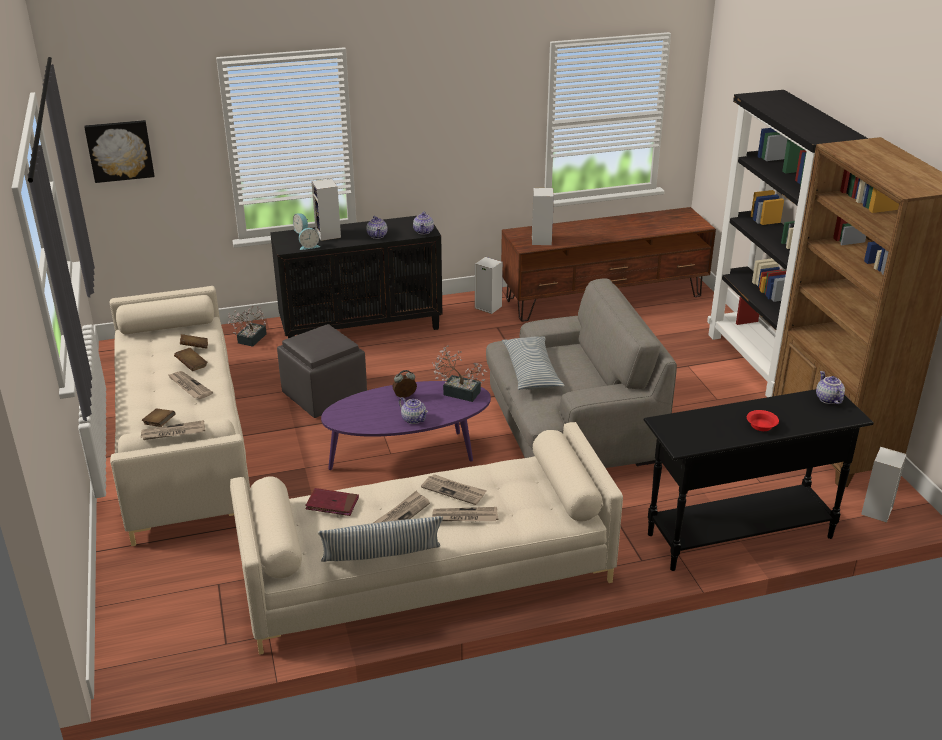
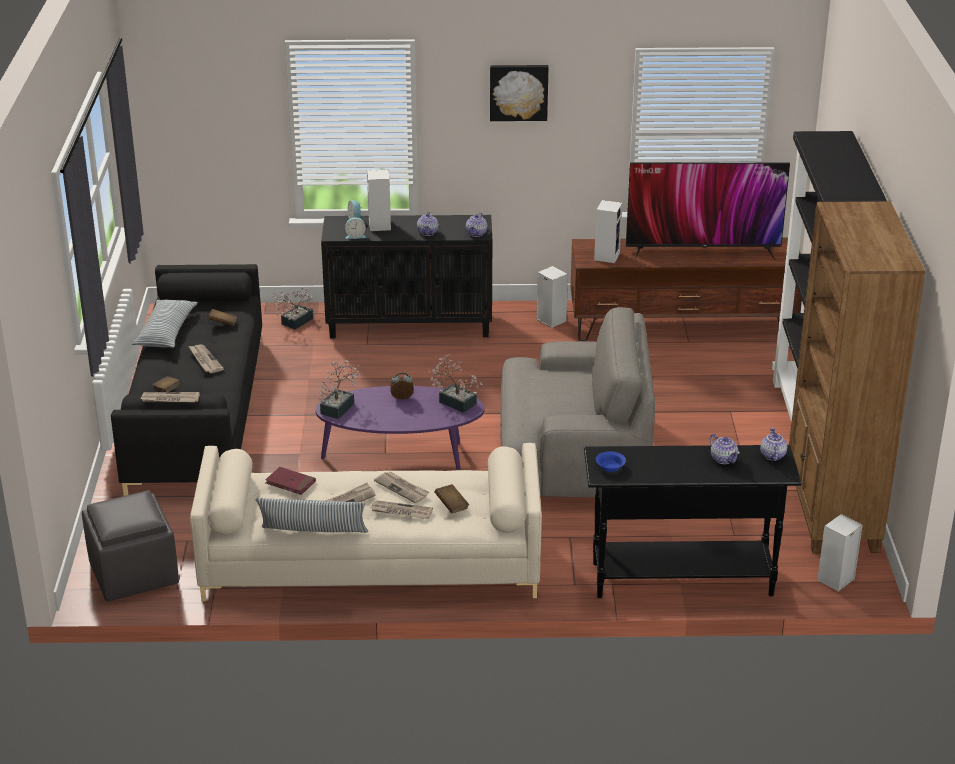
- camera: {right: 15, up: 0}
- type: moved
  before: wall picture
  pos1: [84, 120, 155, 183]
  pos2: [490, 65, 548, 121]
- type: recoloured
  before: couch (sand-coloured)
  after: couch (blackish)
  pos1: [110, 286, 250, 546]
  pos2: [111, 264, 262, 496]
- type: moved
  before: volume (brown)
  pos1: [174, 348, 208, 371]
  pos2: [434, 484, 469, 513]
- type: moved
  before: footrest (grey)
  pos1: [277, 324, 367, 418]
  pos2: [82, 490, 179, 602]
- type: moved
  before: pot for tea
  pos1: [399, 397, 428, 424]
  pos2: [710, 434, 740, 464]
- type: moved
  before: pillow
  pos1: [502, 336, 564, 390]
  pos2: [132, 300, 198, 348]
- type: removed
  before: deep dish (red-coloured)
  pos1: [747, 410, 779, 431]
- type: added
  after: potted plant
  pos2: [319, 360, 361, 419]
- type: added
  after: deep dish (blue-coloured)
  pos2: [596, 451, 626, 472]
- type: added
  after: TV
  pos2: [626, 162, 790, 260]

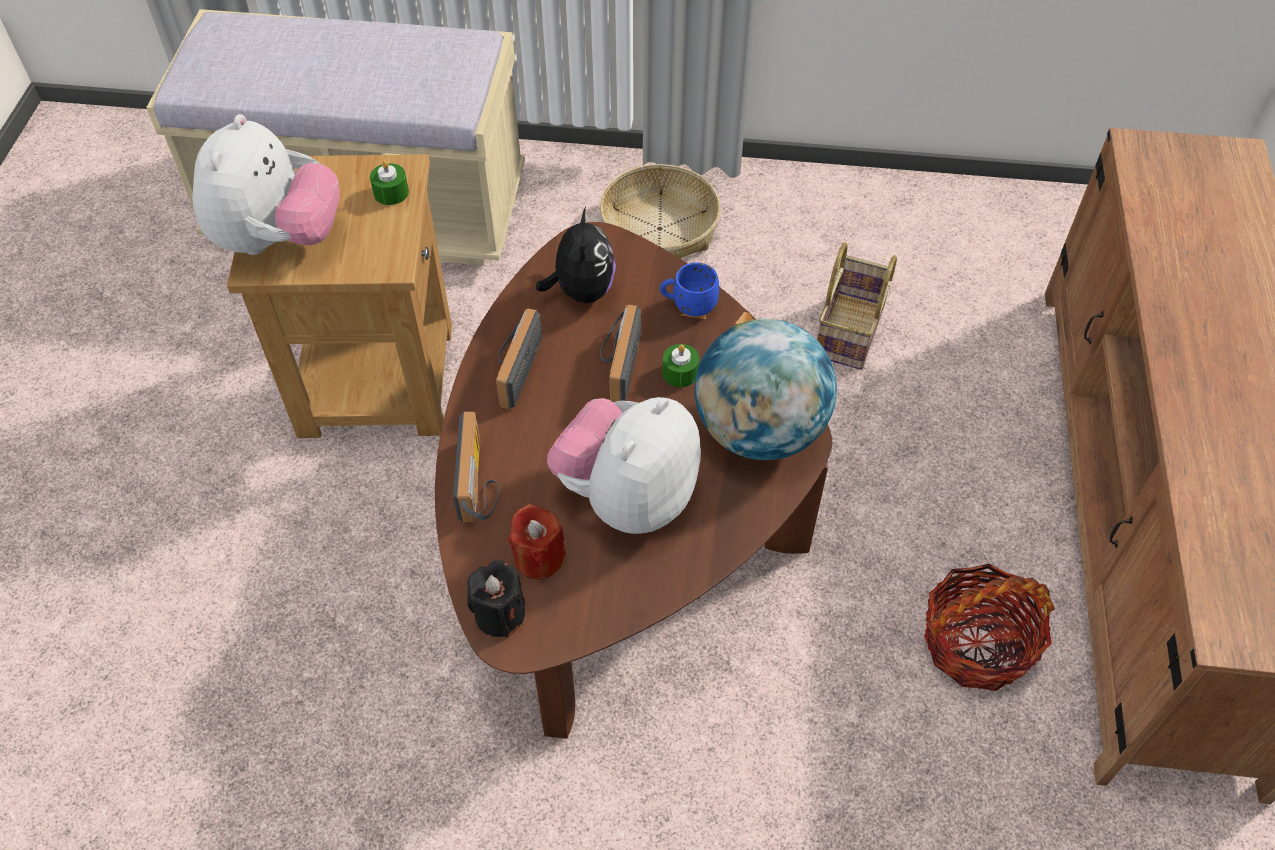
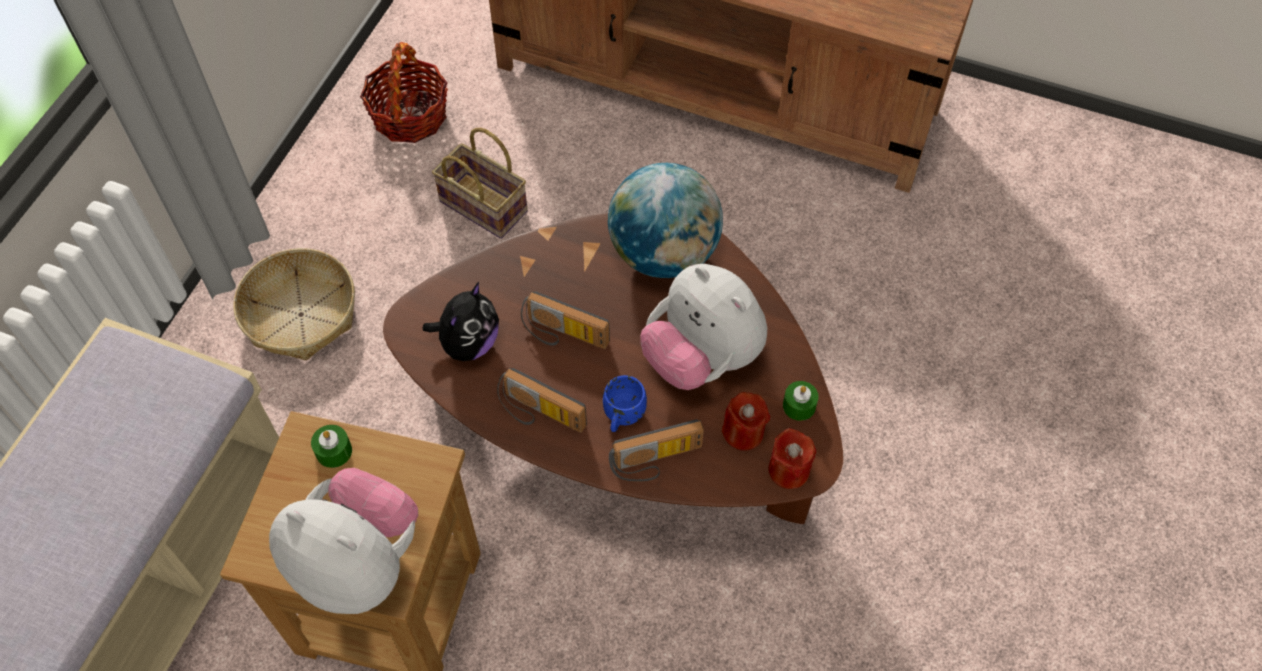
- camera: {right: -75, up: 5}
- type: turned
  before: radio receiver
  pos1: [453, 411, 499, 522]
  pos2: [609, 419, 704, 482]
  turn: 150
- type: recoloured
  before: wax light (blackish)
  after: wax light (red-coloured)
  pos1: [467, 560, 525, 638]
  pos2: [768, 428, 816, 489]
- type: turned
  before: plush toy
  pos1: [536, 207, 616, 303]
  pos2: [422, 282, 499, 361]
  turn: 105
- type: moved
  before: coffee mug (blue-coloured)
  pos1: [660, 262, 719, 316]
  pos2: [603, 375, 647, 432]
- type: moved
  before: wax light (green)
  pos1: [662, 344, 699, 387]
  pos2: [783, 381, 819, 421]
- type: moved
  before: storage basket
  pos1: [924, 564, 1054, 691]
  pos2: [360, 42, 448, 143]

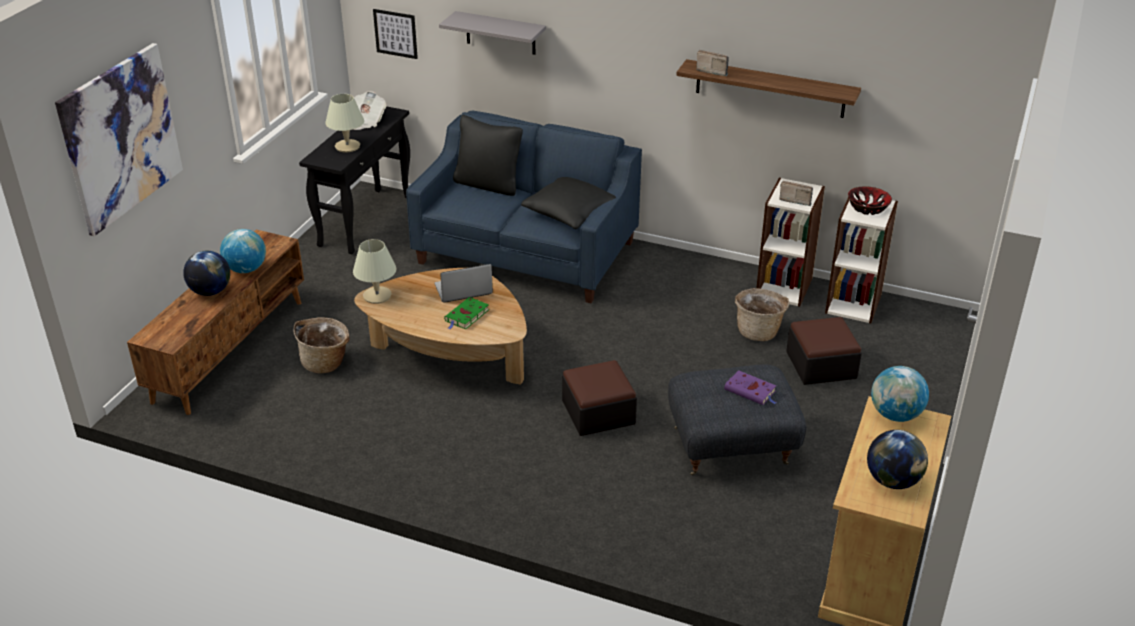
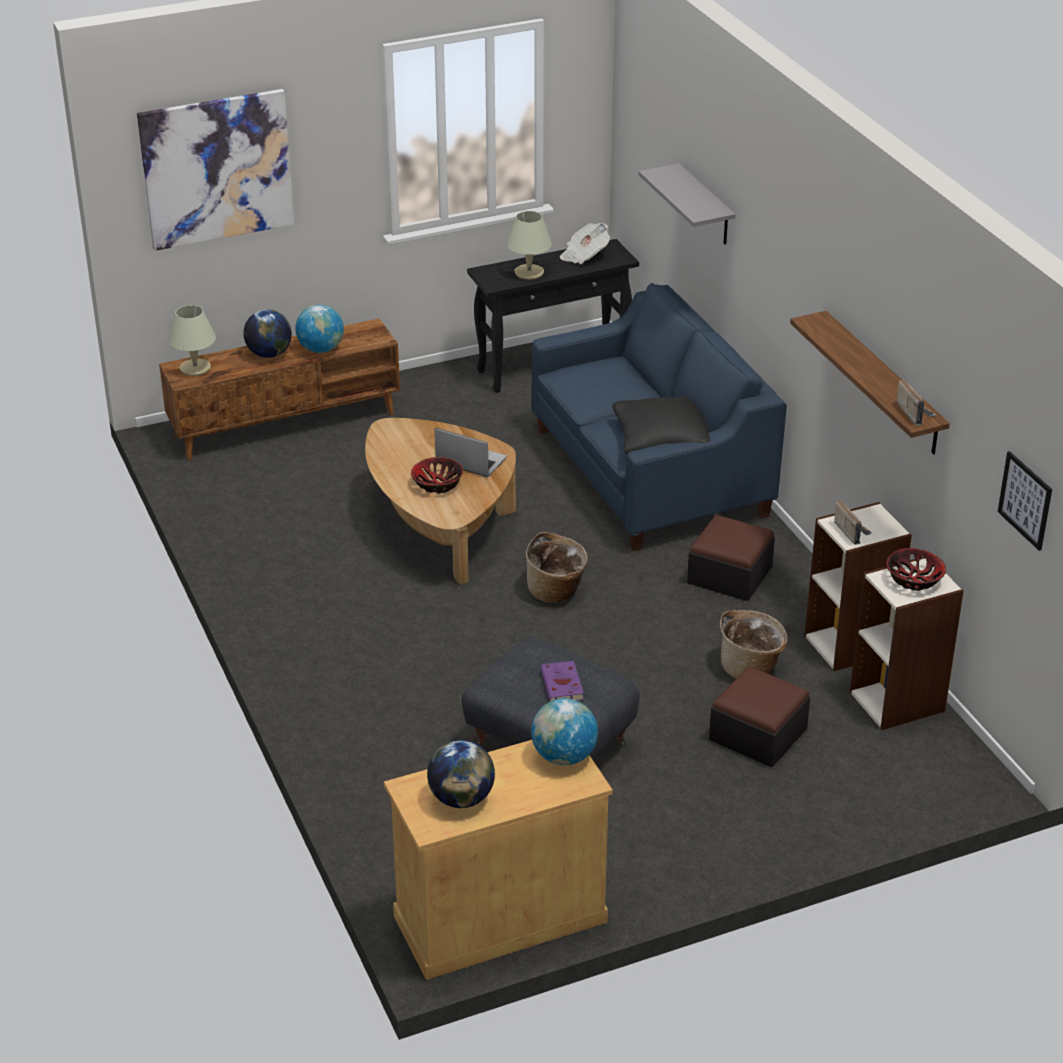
- camera: {right: 45, up: 0}
- type: moved
  before: storage basket
  pos1: [293, 317, 350, 374]
  pos2: [526, 532, 587, 603]
- type: moved
  before: tabletop lamp (sand-coloured)
  pos1: [353, 239, 396, 304]
  pos2: [169, 305, 216, 376]
- type: moved
  before: wall picture
  pos1: [373, 9, 418, 59]
  pos2: [998, 451, 1052, 551]
- type: replaced
  before: volume (green)
  after: deep dish
  pos1: [444, 297, 489, 329]
  pos2: [411, 457, 463, 494]
- type: removed
  before: pillow (blackish)
  pos1: [453, 115, 523, 196]
- type: moved
  before: footrest
  pos1: [562, 360, 637, 436]
  pos2: [687, 515, 775, 601]
- type: moved
  before: radio receiver
  pos1: [696, 50, 729, 76]
  pos2: [897, 379, 936, 426]

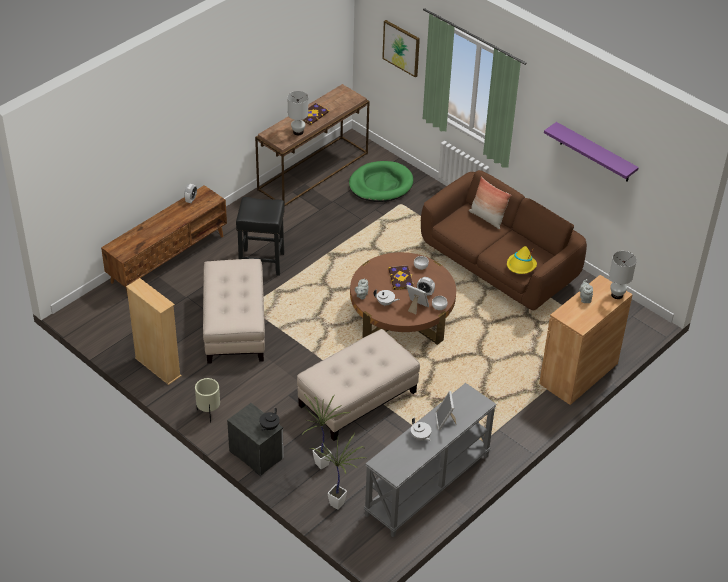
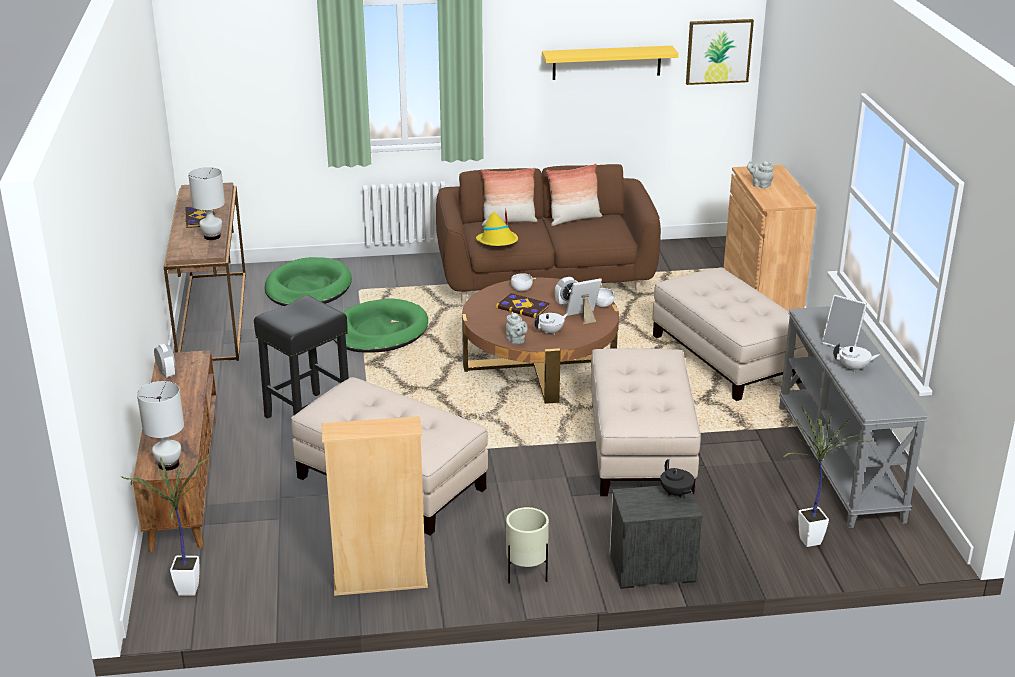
- camera: {right: -50, up: -15}
- type: moved
  before: potted plant
  pos1: [302, 394, 350, 469]
  pos2: [121, 455, 210, 596]
- type: moved
  before: wall picture
  pos1: [382, 20, 420, 78]
  pos2: [686, 19, 754, 85]
- type: moved
  before: clothing hat (yellowish)
  pos1: [507, 246, 537, 274]
  pos2: [476, 211, 518, 246]
- type: recoloured
  before: wall shelf (purple)
  after: wall shelf (yellowish)
  pos1: [544, 122, 639, 182]
  pos2: [542, 46, 679, 80]
- type: moved
  before: tabletop lamp (white-coloured)
  pos1: [609, 251, 637, 299]
  pos2: [137, 381, 184, 471]
- type: added
  after: dog cushion (green)
  pos2: [334, 299, 428, 353]
- type: added
  after: pillow
  pos2: [546, 163, 602, 226]
- type: added
  after: footrest (sand-coloured)
  pos2: [652, 267, 808, 401]

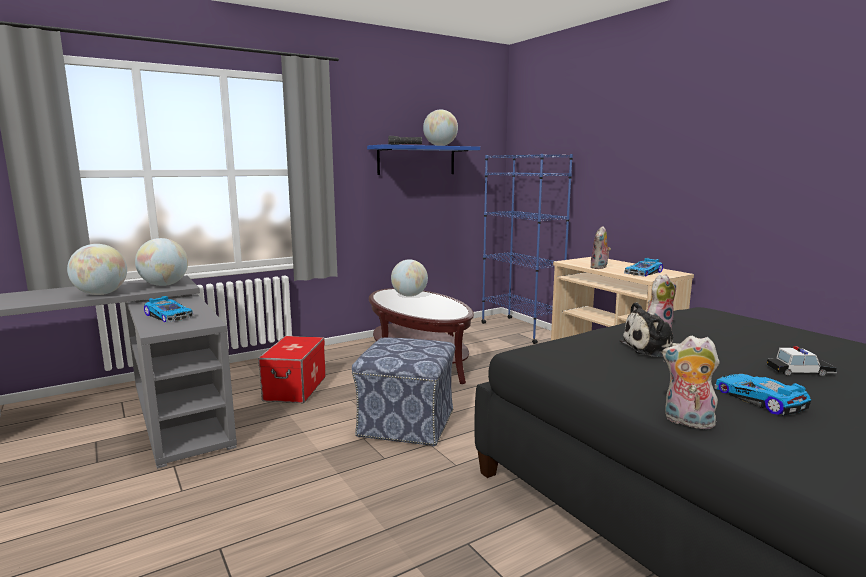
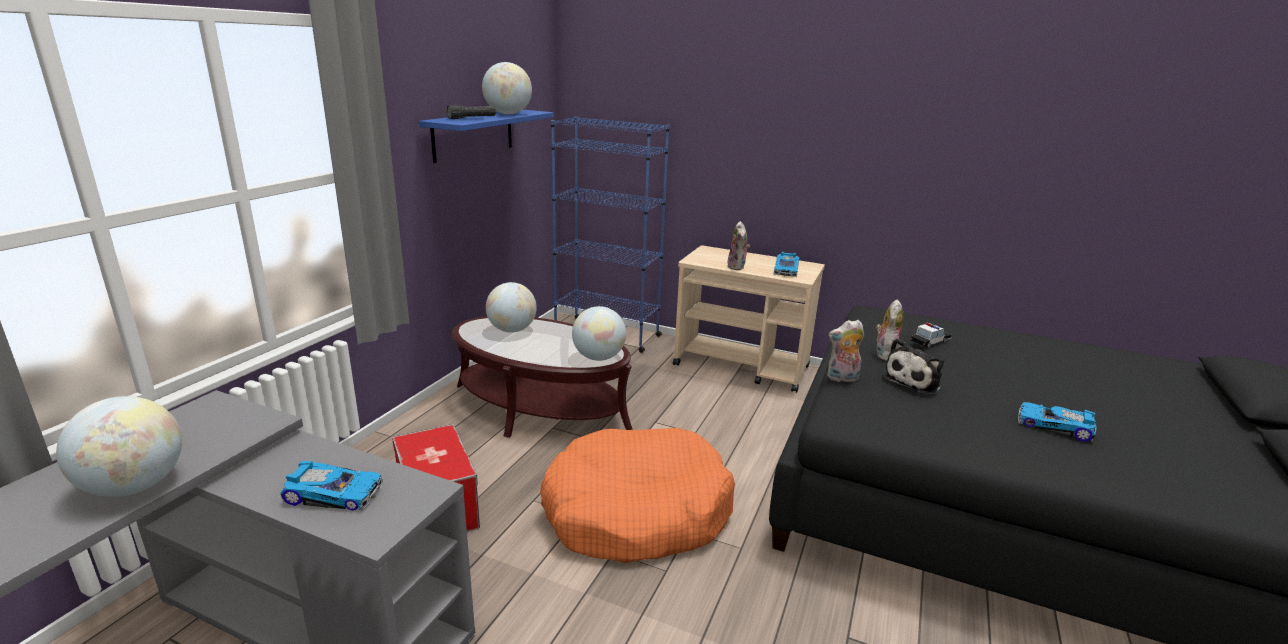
- camera: {right: -35, up: 10}
- type: moved
  before: world globe
  pos1: [135, 238, 188, 286]
  pos2: [572, 306, 626, 361]
- type: replaced
  before: footrest
  after: dog cushion (orange)
  pos1: [352, 338, 455, 446]
  pos2: [540, 428, 735, 563]
- type: moved
  before: plush toy
  pos1: [662, 336, 720, 429]
  pos2: [827, 320, 864, 384]
- type: moved
  before: miniature car
  pos1: [766, 346, 837, 376]
  pos2: [910, 323, 952, 348]

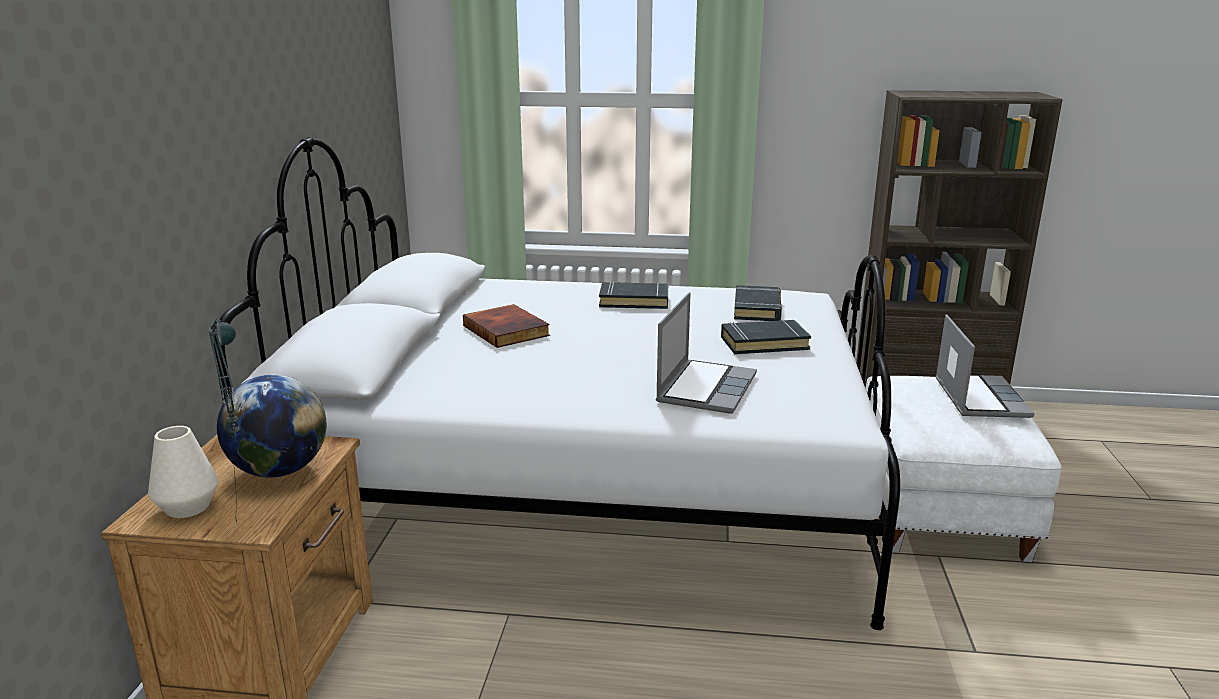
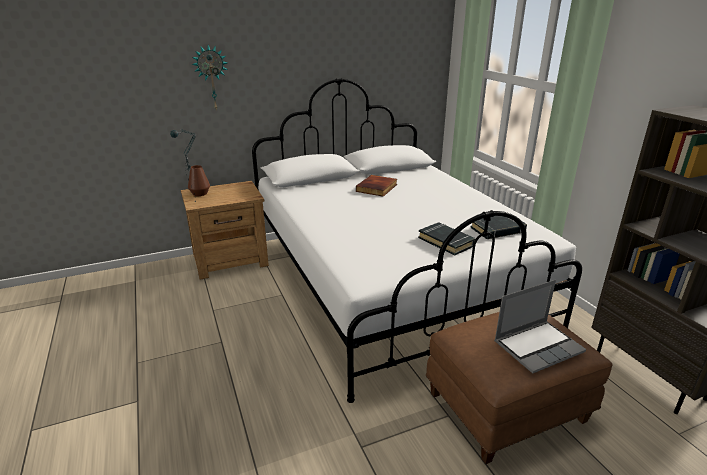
- camera: {right: 60, up: 5}
- type: recoloured
  before: decorative vase (white-coloured)
  after: decorative vase (brown)
  pos1: [148, 426, 218, 518]
  pos2: [188, 165, 210, 196]
- type: removed
  before: world globe
  pos1: [217, 374, 326, 478]
- type: removed
  before: volume (blackish)
  pos1: [599, 281, 669, 309]
- type: removed
  before: notebook computer
  pos1: [656, 292, 757, 414]
- type: recoloured
  before: footrest (white-coloured)
  after: footrest (brown)
  pos1: [865, 376, 1062, 562]
  pos2: [426, 312, 613, 464]
- type: added
  after: wall clock
  pos2: [192, 45, 228, 111]

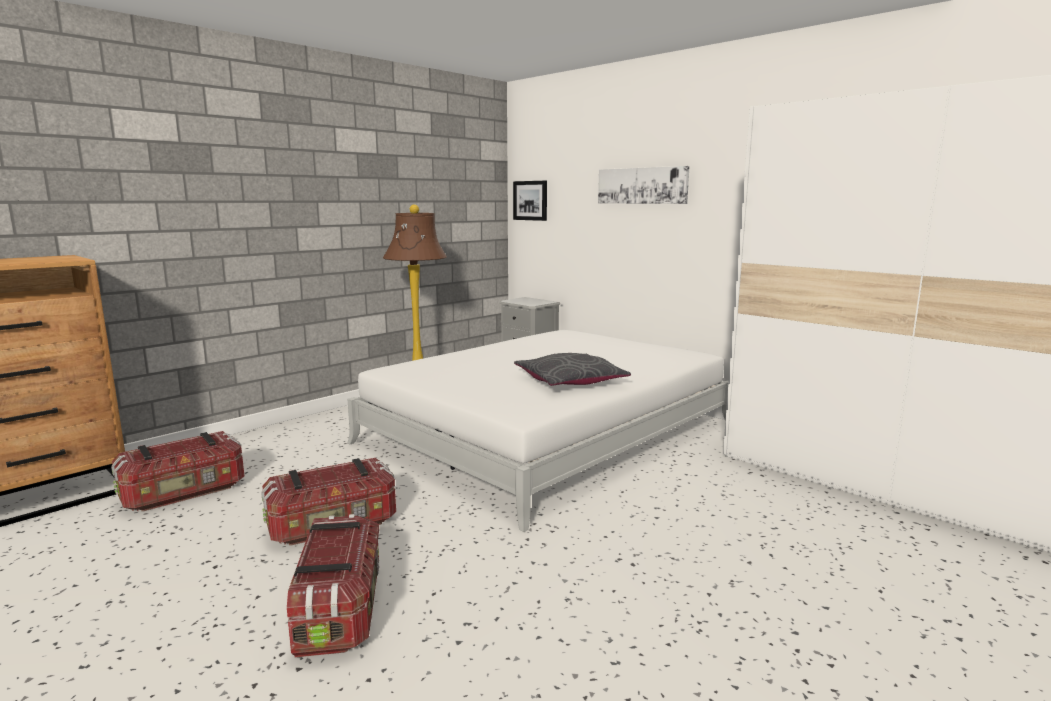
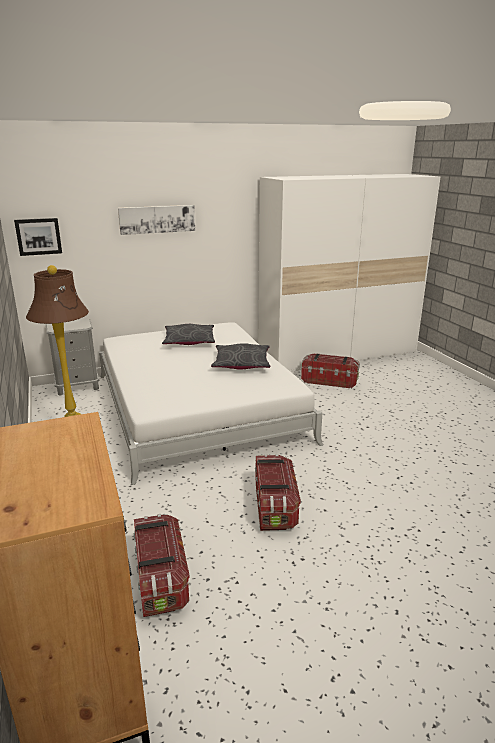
- camera: {right: -65, up: 10}
- type: moved
  before: storage container
  pos1: [287, 514, 379, 657]
  pos2: [301, 354, 360, 389]
- type: added
  after: pillow (grey)
  pos2: [162, 324, 215, 345]

